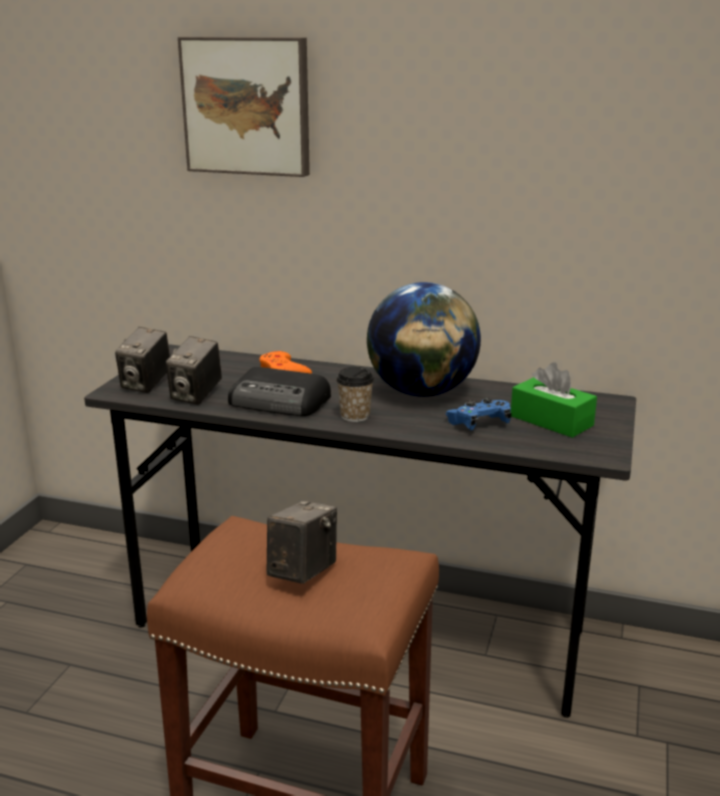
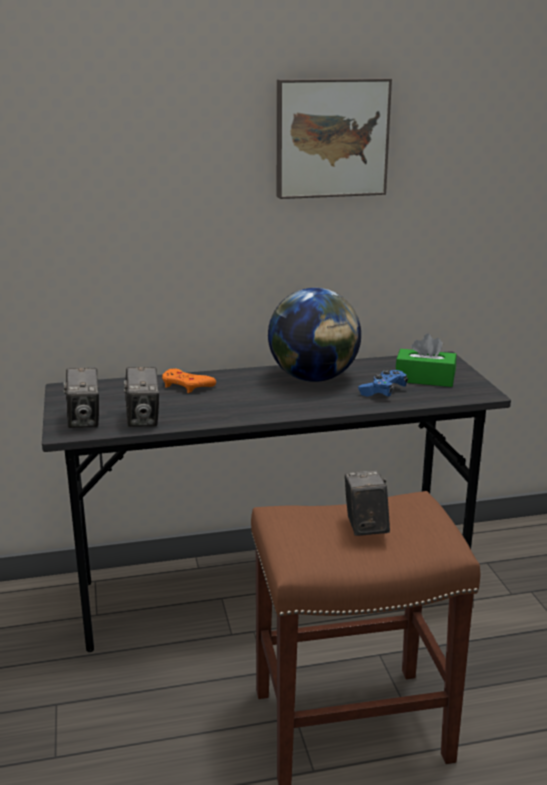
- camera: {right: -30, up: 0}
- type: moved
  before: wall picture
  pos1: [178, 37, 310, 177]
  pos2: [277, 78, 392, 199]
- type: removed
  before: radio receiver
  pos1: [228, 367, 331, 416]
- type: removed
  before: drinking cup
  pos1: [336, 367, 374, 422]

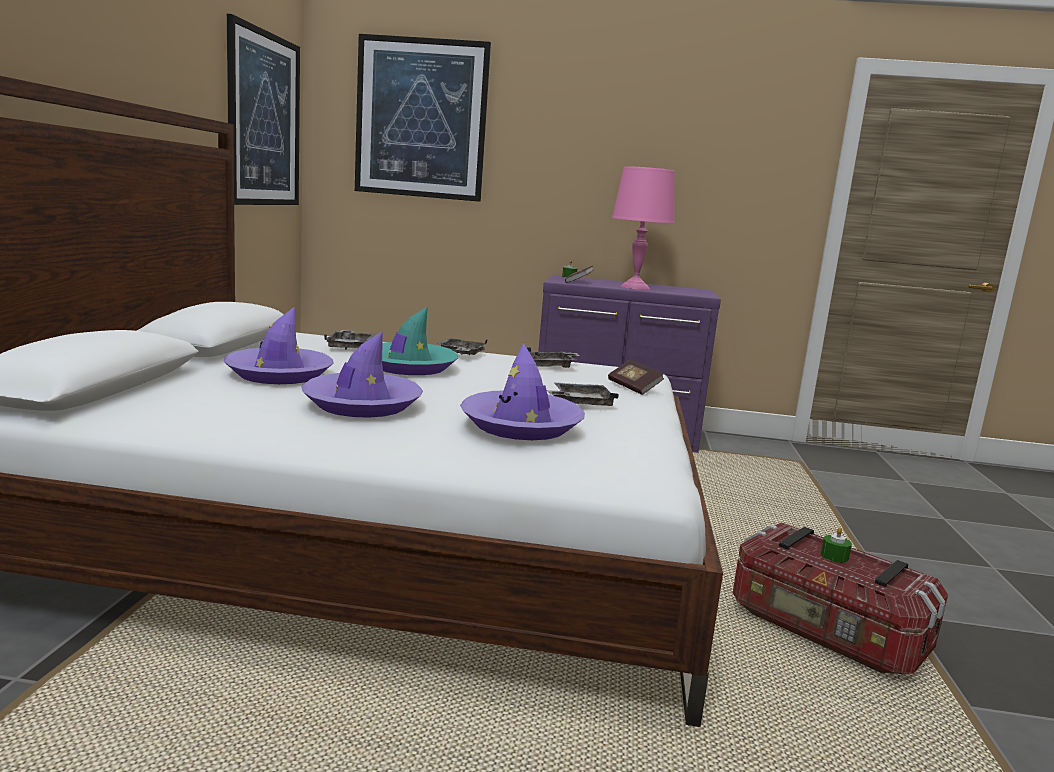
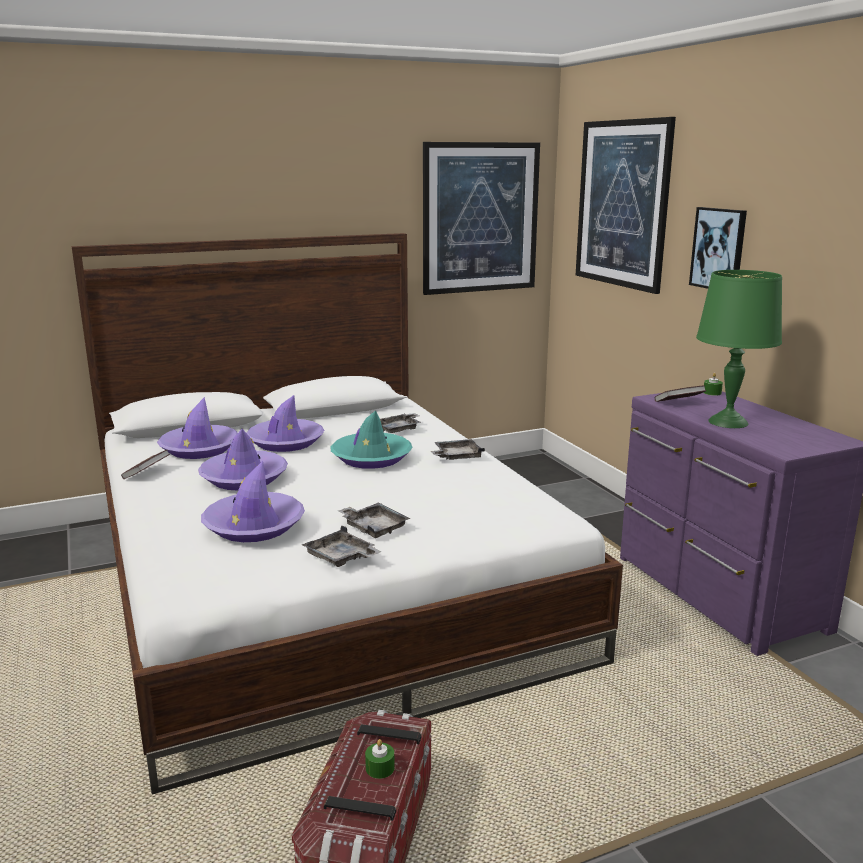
- camera: {right: 60, up: 5}
- type: moved
  before: tray (grey)
  pos1: [526, 347, 580, 368]
  pos2: [302, 525, 382, 567]
- type: moved
  before: volume
  pos1: [608, 360, 664, 395]
  pos2: [121, 450, 170, 479]
- type: recoloured
  before: tabletop lamp (pinkish)
  after: tabletop lamp (green)
  pos1: [612, 166, 674, 290]
  pos2: [696, 270, 782, 428]
- type: added
  after: clothing hat (purple)
  pos2: [157, 397, 238, 459]
- type: added
  after: wall picture
  pos2: [689, 207, 747, 289]

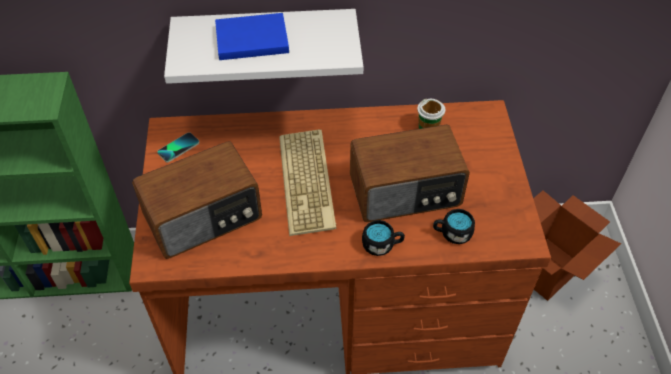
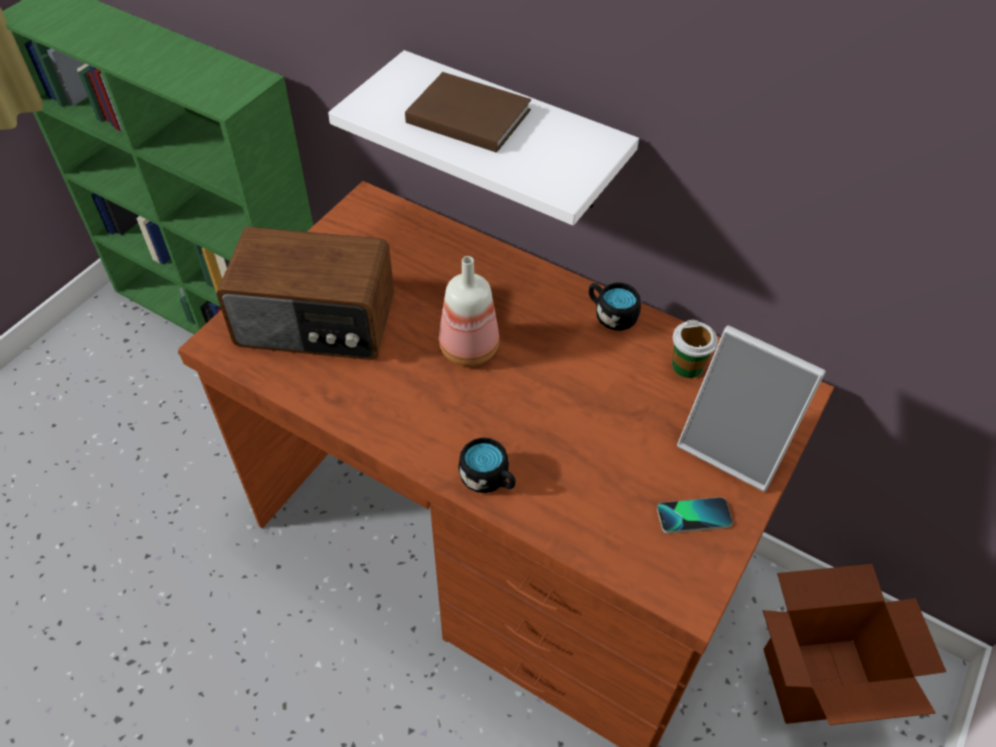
- camera: {right: 35, up: 0}
- type: moved
  before: handset
  pos1: [157, 132, 199, 162]
  pos2: [657, 497, 733, 533]
- type: recoloured
  before: volume (blue-coloured)
  after: volume (brown)
  pos1: [215, 13, 289, 60]
  pos2: [405, 72, 531, 153]
- type: replaced
  before: computer keyboard
  after: bottle
  pos1: [279, 130, 336, 236]
  pos2: [439, 256, 499, 366]
- type: removed
  before: radio receiver
  pos1: [350, 125, 470, 222]
- type: moved
  before: coffee mug (blackish)
  pos1: [433, 209, 475, 244]
  pos2: [589, 283, 641, 330]
- type: added
  after: photo frame
  pos2: [677, 325, 826, 492]

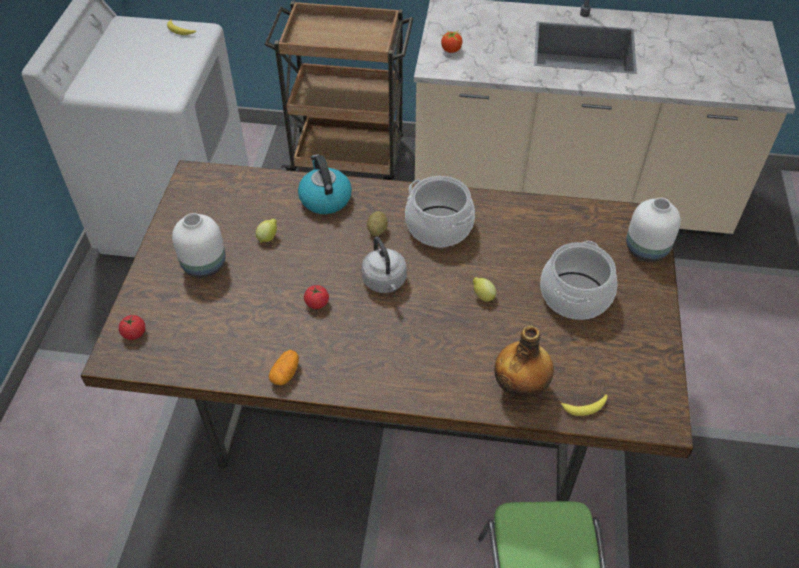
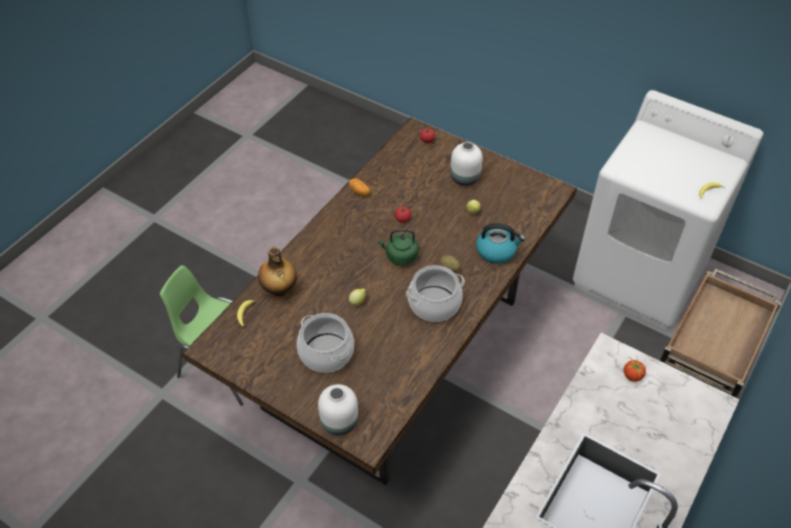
- camera: {right: 115, up: 0}
- type: recoloured
  before: kettle (grey)
  after: kettle (green)
  pos1: [362, 237, 407, 293]
  pos2: [377, 229, 418, 266]

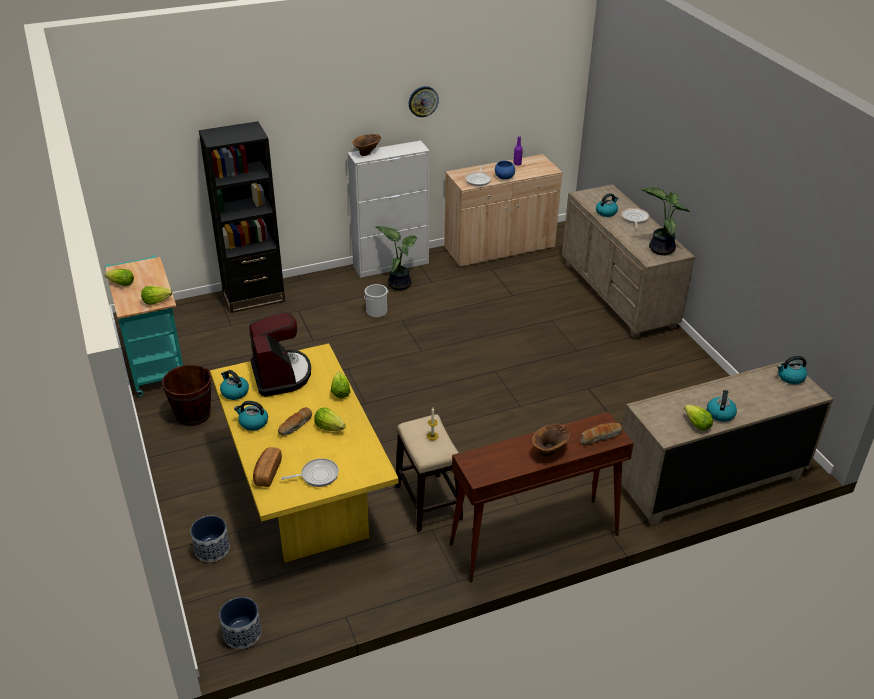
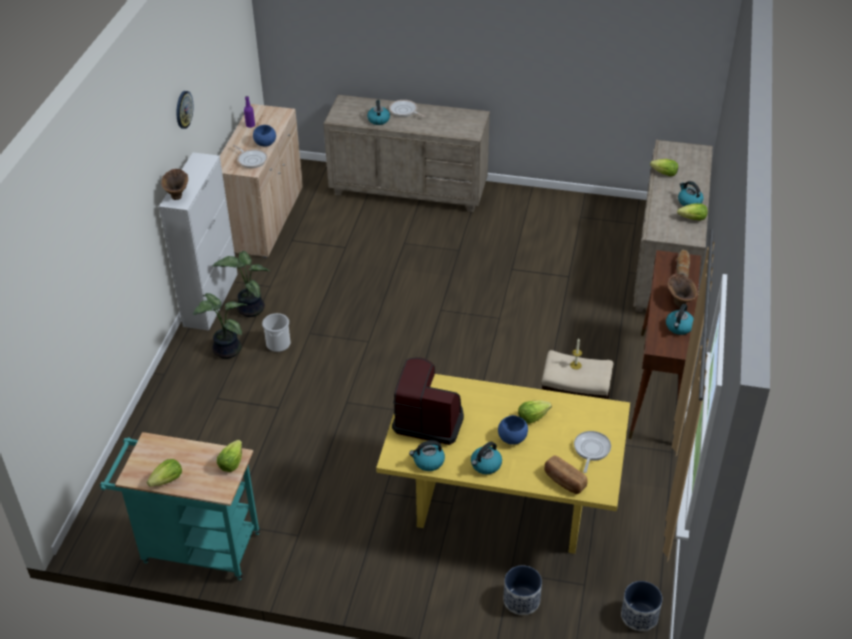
- camera: {right: -55, up: 5}
- type: removed
  before: water bucket (brown)
  pos1: [162, 365, 212, 426]
- type: removed
  before: bookcase (blackish)
  pos1: [199, 121, 285, 313]
- type: replaced
  before: bakery bread
  after: deep dish (blue-coloured)
  pos1: [278, 407, 312, 436]
  pos2: [498, 415, 528, 445]
- type: moved
  before: lettuce head
  pos1: [331, 372, 350, 398]
  pos2: [650, 159, 678, 176]
- type: moved
  before: potted plant
  pos1: [640, 187, 692, 255]
  pos2: [193, 293, 247, 359]
- type: moved
  before: kettle
  pos1: [777, 356, 807, 384]
  pos2: [666, 304, 694, 335]

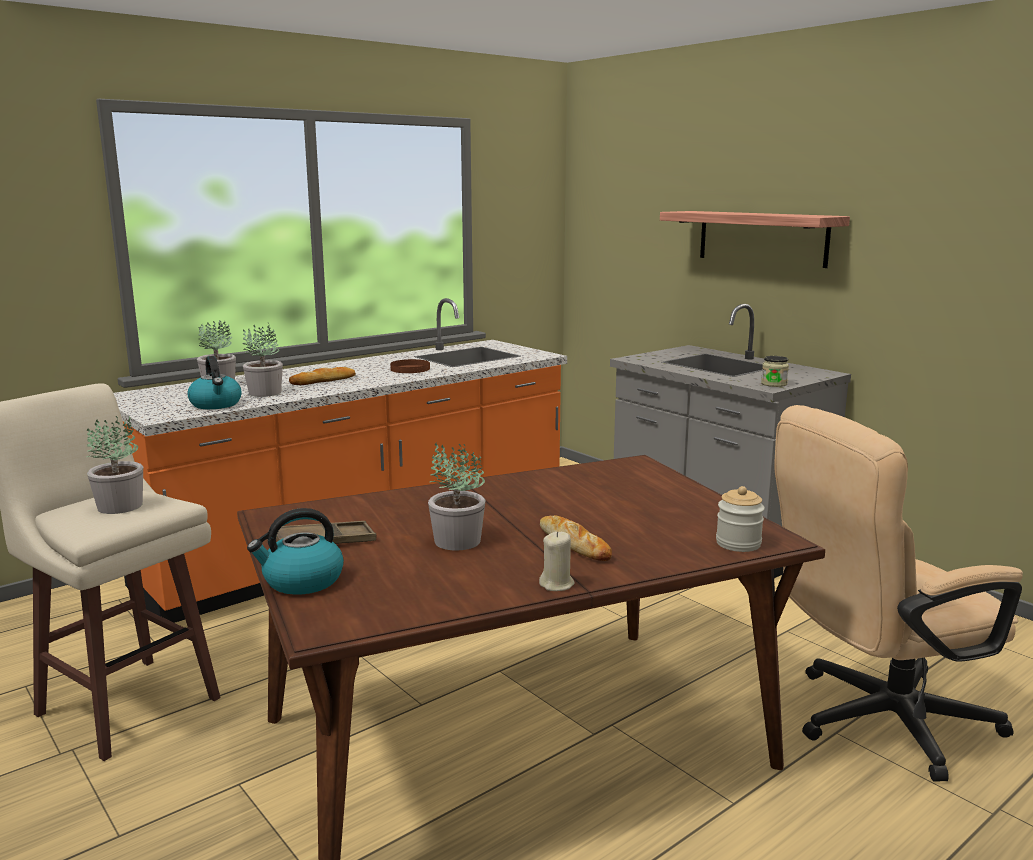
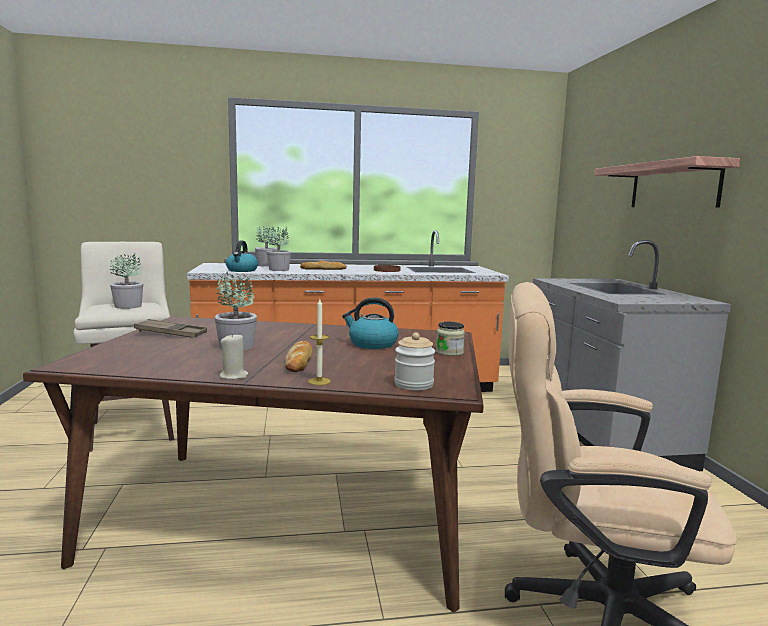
- camera: {right: 30, up: -5}
- type: moved
  before: kettle
  pos1: [247, 508, 344, 595]
  pos2: [342, 297, 399, 349]
- type: moved
  before: storage jar
  pos1: [761, 356, 789, 387]
  pos2: [436, 322, 465, 356]
- type: added
  after: wax light
  pos2: [308, 299, 331, 385]

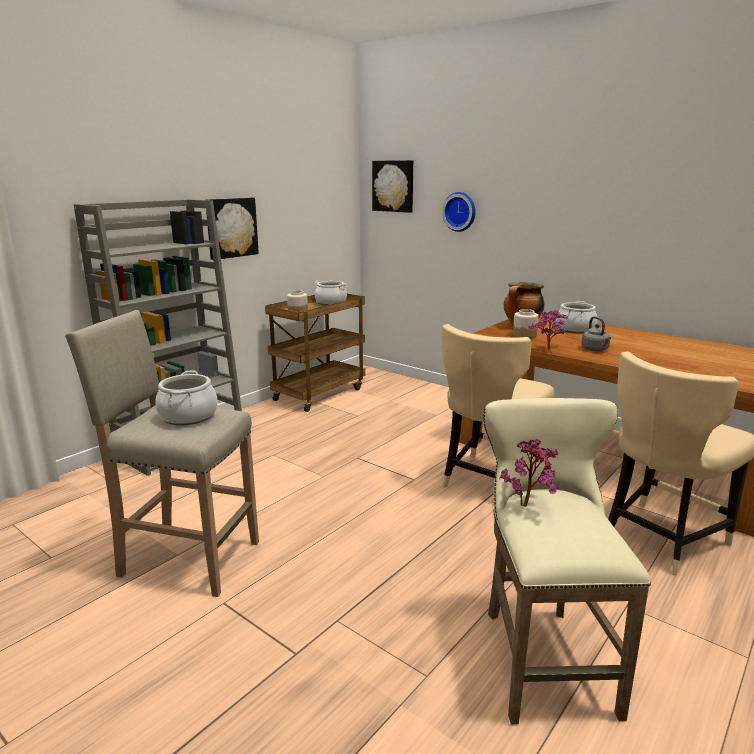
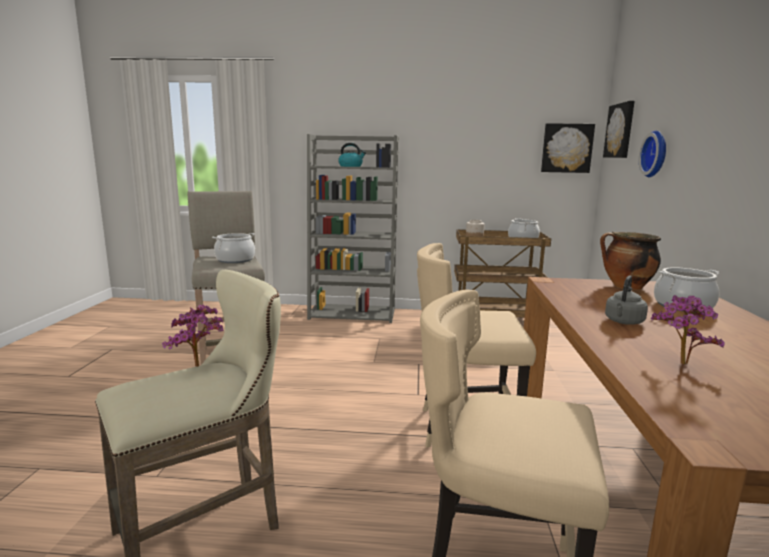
- camera: {right: 55, up: -5}
- type: moved
  before: wall picture
  pos1: [206, 198, 259, 260]
  pos2: [541, 123, 595, 173]
- type: removed
  before: storage jar
  pos1: [513, 309, 538, 339]
- type: moved
  before: potted plant
  pos1: [528, 310, 567, 349]
  pos2: [651, 295, 725, 365]
- type: added
  after: kettle
  pos2: [338, 143, 366, 167]

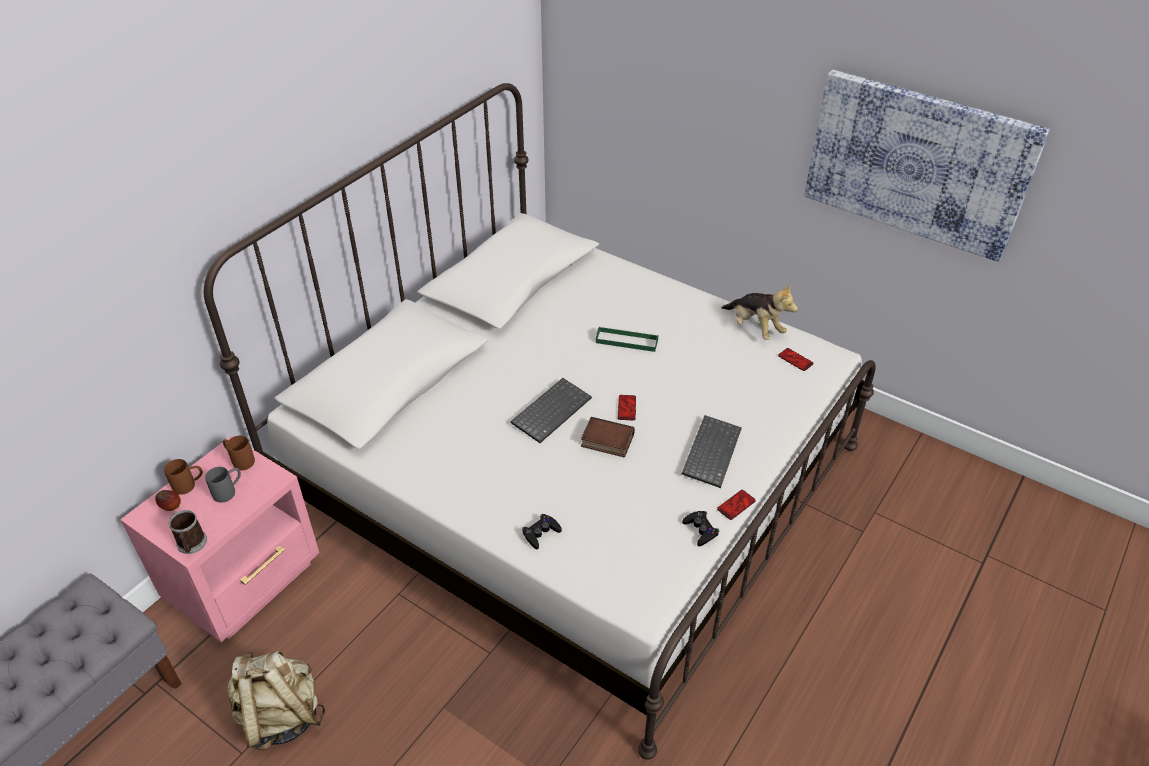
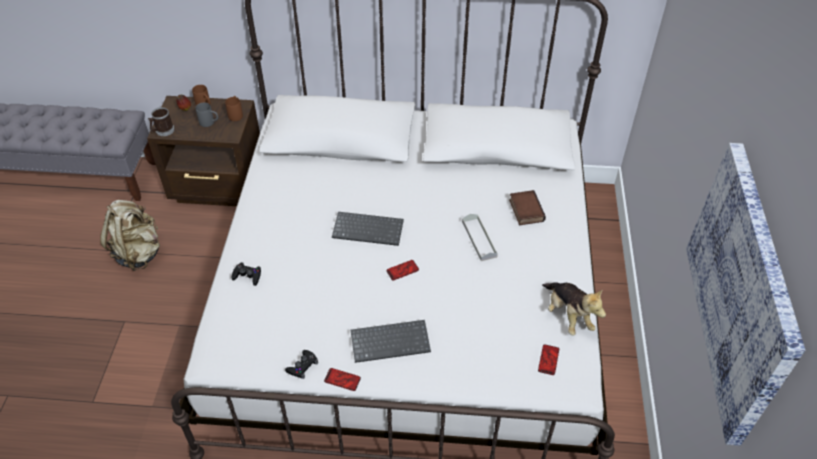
- camera: {right: 60, up: 5}
- type: recoloured
  before: nightstand (pinkish)
  after: nightstand (brown)
  pos1: [120, 436, 319, 642]
  pos2: [147, 96, 260, 206]
- type: moved
  before: volume
  pos1: [581, 417, 635, 457]
  pos2: [509, 190, 546, 225]
- type: recoloured
  before: tray (green)
  after: tray (grey)
  pos1: [596, 327, 658, 352]
  pos2: [462, 214, 498, 261]
- type: turned
  before: plush toy
  pos1: [721, 284, 798, 340]
  pos2: [542, 282, 606, 335]
  turn: -45

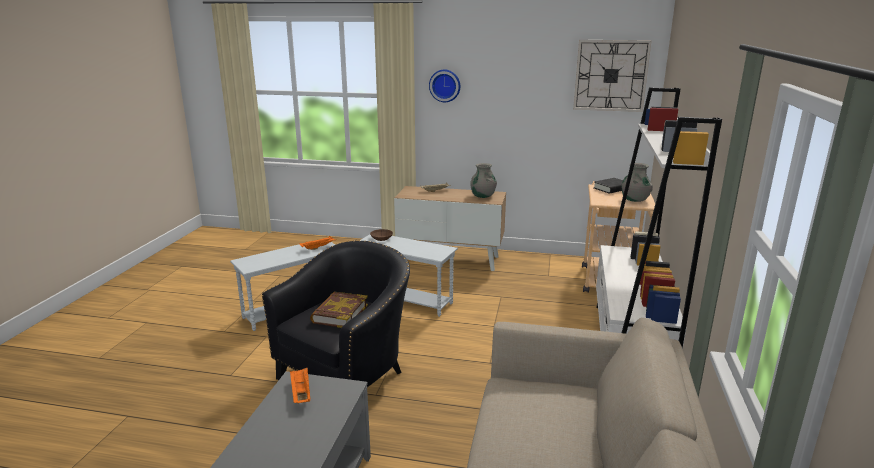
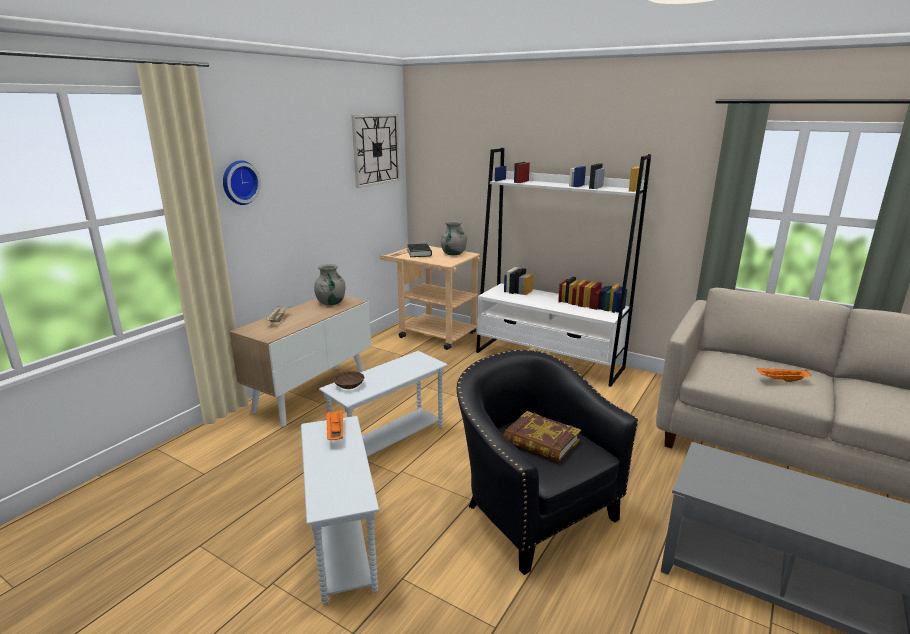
- camera: {right: -70, up: 0}
- type: moved
  before: tray (orange)
  pos1: [290, 368, 310, 403]
  pos2: [757, 368, 811, 382]

